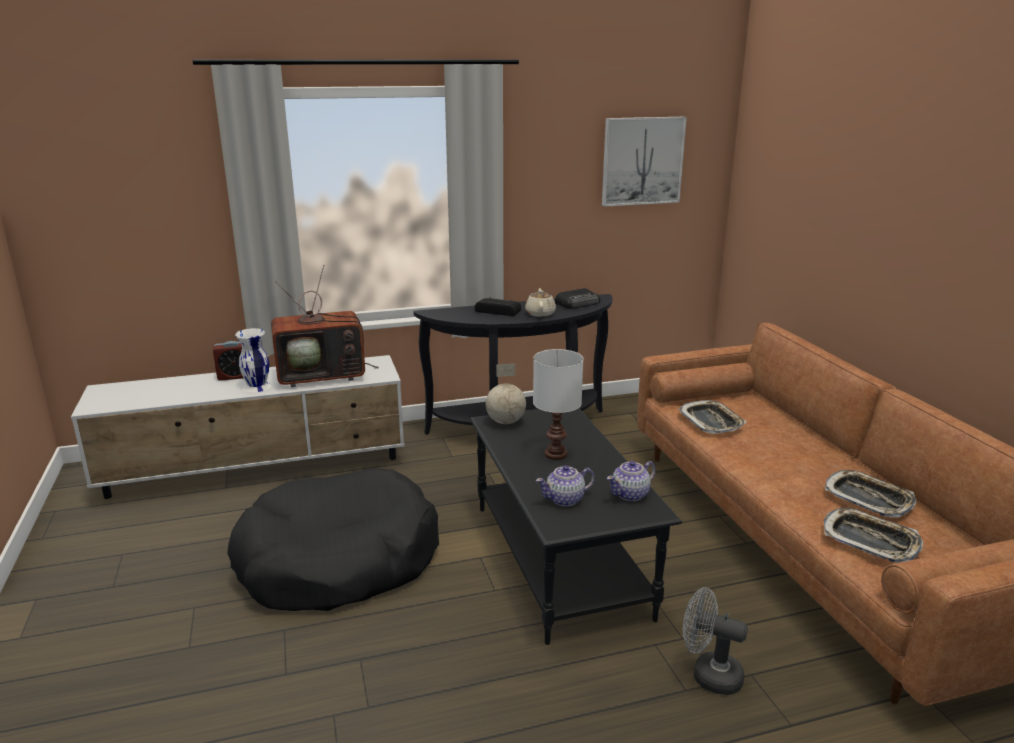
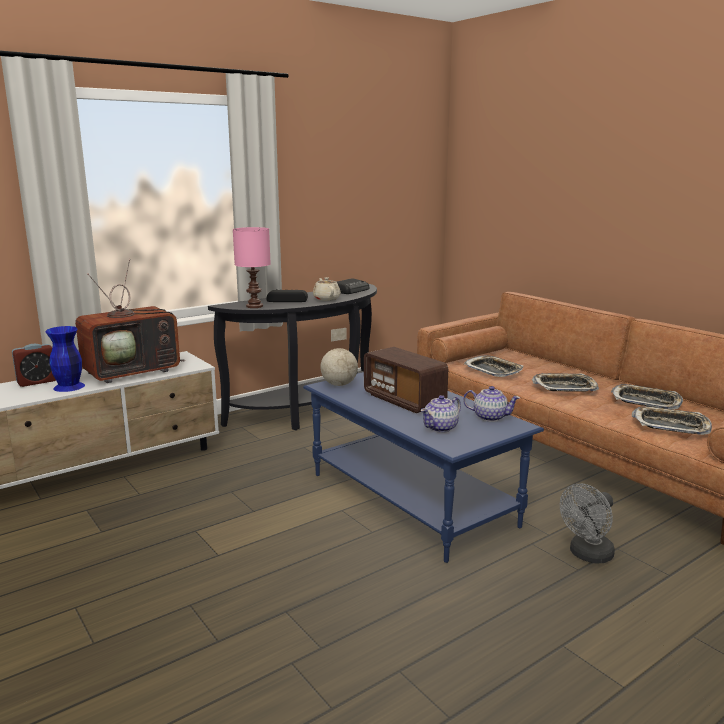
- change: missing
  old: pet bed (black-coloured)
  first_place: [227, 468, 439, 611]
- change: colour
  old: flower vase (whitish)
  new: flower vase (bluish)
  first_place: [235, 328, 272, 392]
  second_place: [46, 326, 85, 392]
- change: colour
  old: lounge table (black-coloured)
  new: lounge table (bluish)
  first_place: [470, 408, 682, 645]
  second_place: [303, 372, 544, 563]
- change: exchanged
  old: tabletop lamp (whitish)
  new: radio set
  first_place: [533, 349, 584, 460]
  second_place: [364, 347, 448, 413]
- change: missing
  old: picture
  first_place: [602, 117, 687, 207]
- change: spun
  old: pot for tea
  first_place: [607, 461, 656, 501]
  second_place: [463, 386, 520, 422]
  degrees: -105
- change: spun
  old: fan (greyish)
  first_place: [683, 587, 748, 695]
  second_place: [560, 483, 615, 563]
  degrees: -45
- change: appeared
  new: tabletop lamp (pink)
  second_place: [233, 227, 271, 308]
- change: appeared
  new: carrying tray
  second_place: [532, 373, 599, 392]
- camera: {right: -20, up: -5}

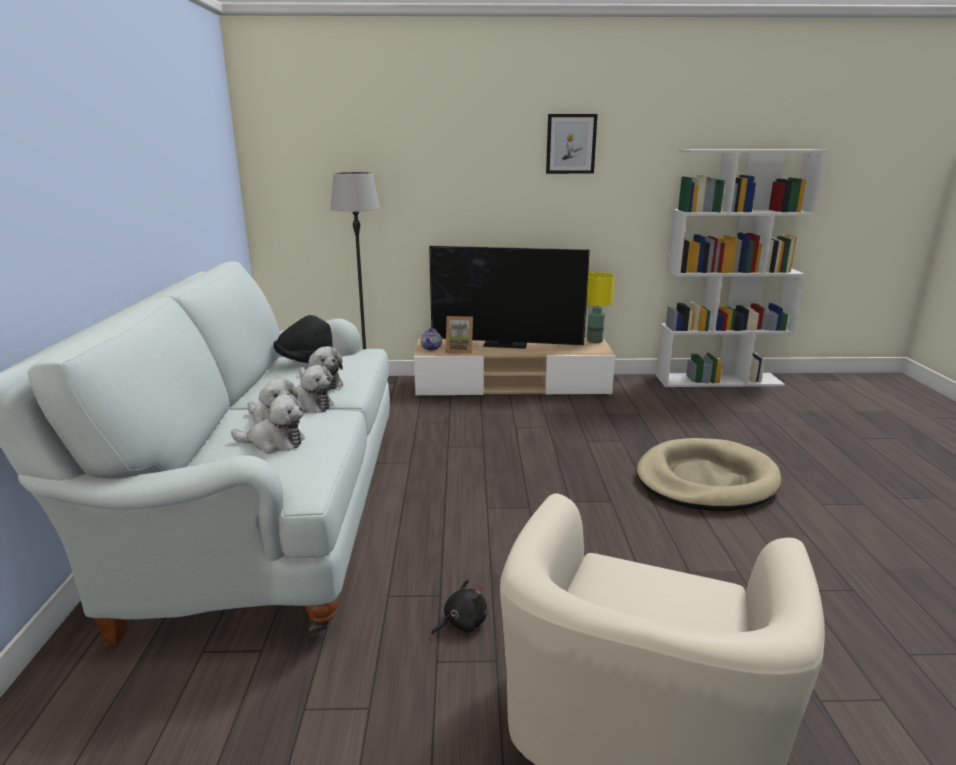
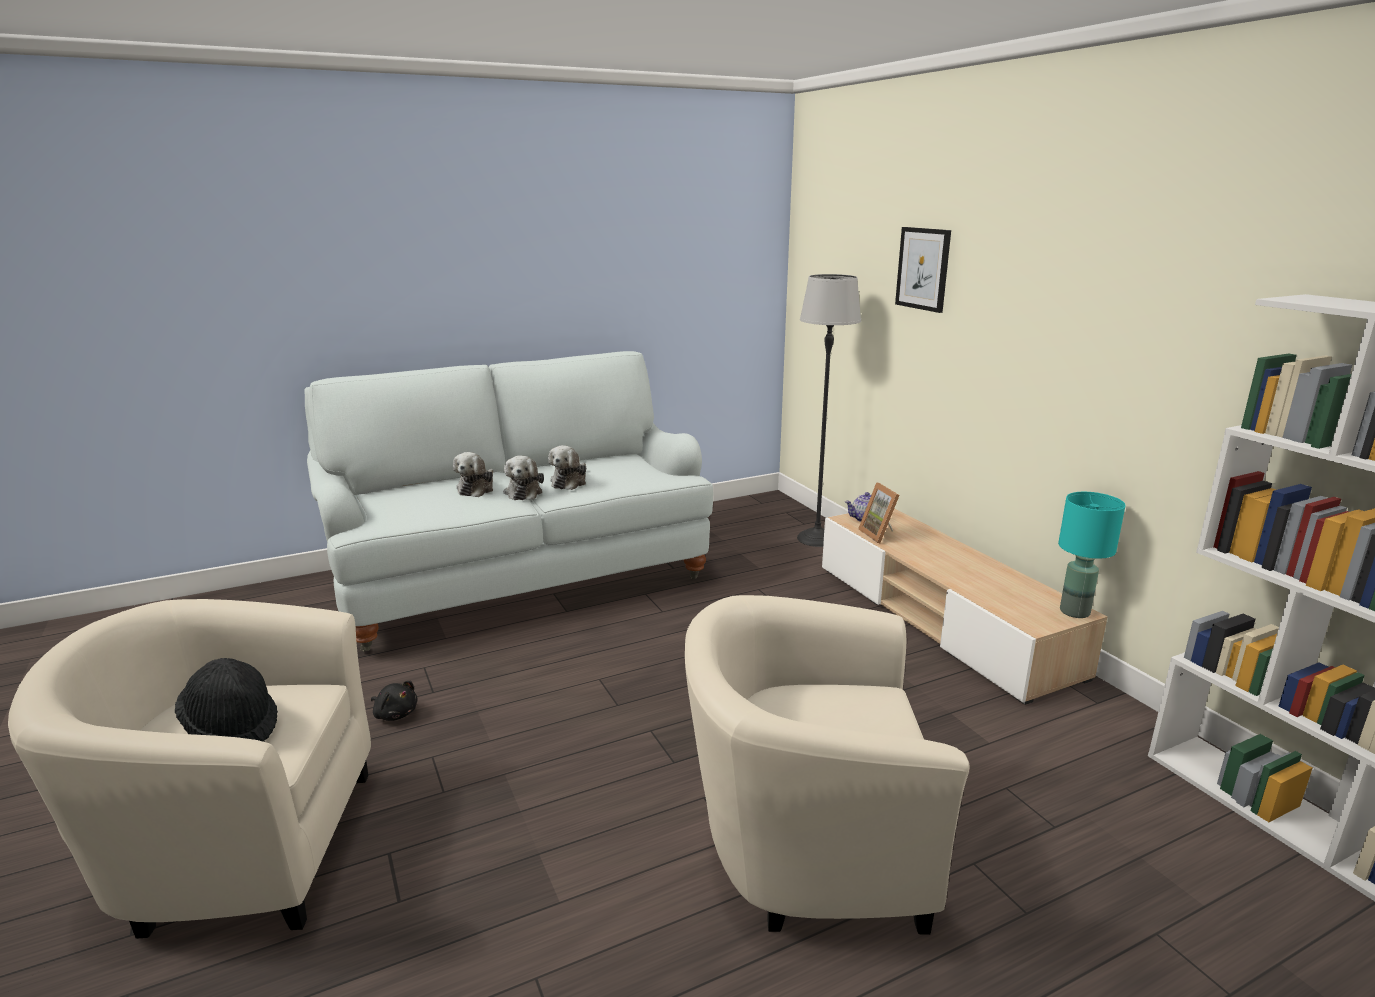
- change: missing
  old: soft toy
  first_place: [231, 394, 305, 454]
- change: relocated
  old: clothing hat (black-coloured)
  first_place: [274, 315, 333, 363]
  second_place: [175, 658, 278, 742]
- change: missing
  old: television
  first_place: [429, 246, 590, 349]
- change: relocated
  old: picture
  first_place: [546, 114, 598, 174]
  second_place: [895, 227, 951, 313]
- change: colour
  old: tabletop lamp (yellowish)
  new: tabletop lamp (turquoise-coloured)
  first_place: [586, 272, 614, 343]
  second_place: [1058, 492, 1125, 618]
- change: exchanged
  old: pet bed (beige-coloured)
  new: armchair (beige-coloured)
  first_place: [637, 438, 781, 511]
  second_place: [685, 595, 969, 935]
- camera: {right: 65, up: 0}

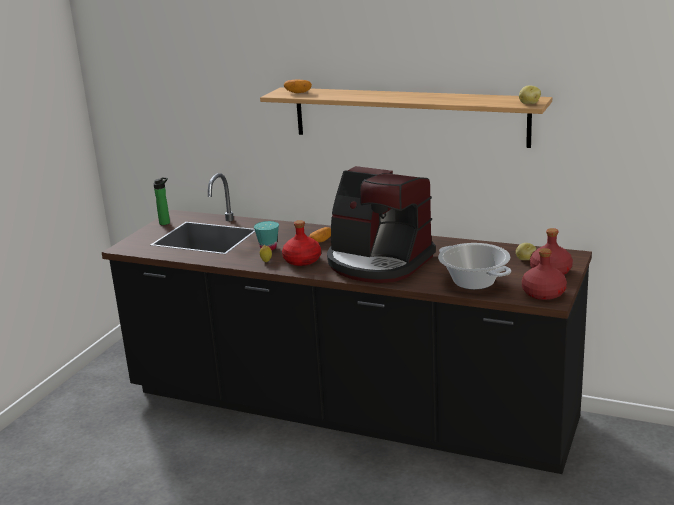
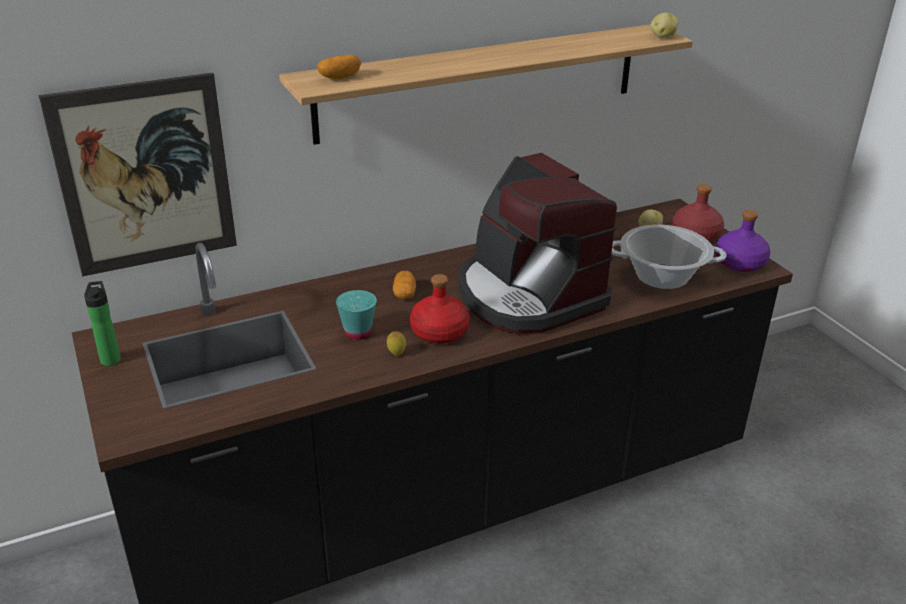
- change: spun
  old: coffee machine
  first_place: [327, 166, 436, 283]
  second_place: [458, 153, 617, 334]
  degrees: 75
- change: colour
  old: bottle (reddish)
  new: bottle (purplish)
  first_place: [522, 248, 567, 300]
  second_place: [715, 210, 771, 272]
- change: appeared
  new: picture
  second_place: [38, 72, 237, 276]
- camera: {right: -50, up: 10}

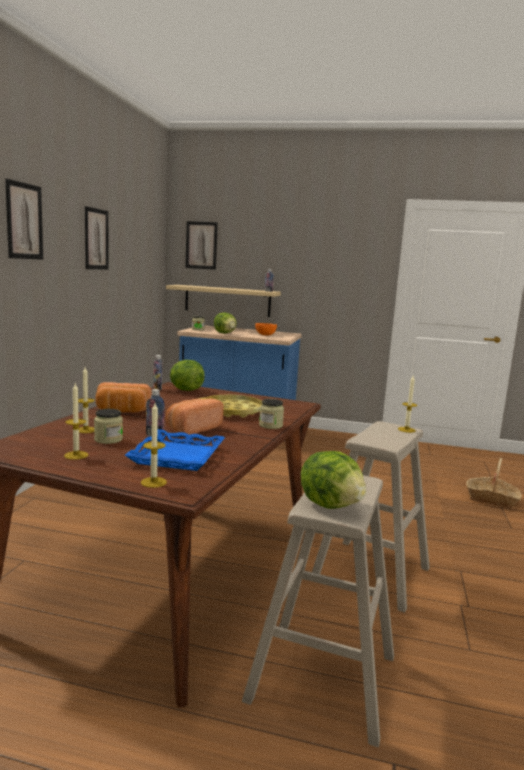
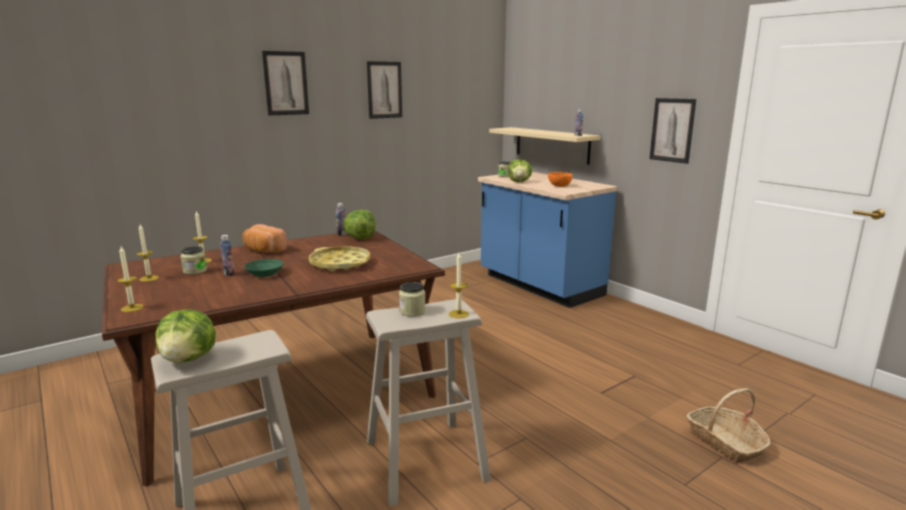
- change: missing
  old: carrying tray (bluish)
  first_place: [125, 429, 225, 471]
- change: exchanged
  old: baked bread
  new: deep dish (green)
  first_place: [166, 398, 224, 435]
  second_place: [244, 259, 284, 277]
- change: relocated
  old: picture
  first_place: [185, 221, 218, 270]
  second_place: [649, 98, 696, 164]
- change: relocated
  old: jar
  first_place: [259, 399, 284, 429]
  second_place: [399, 282, 426, 316]
- camera: {right: 40, up: 5}

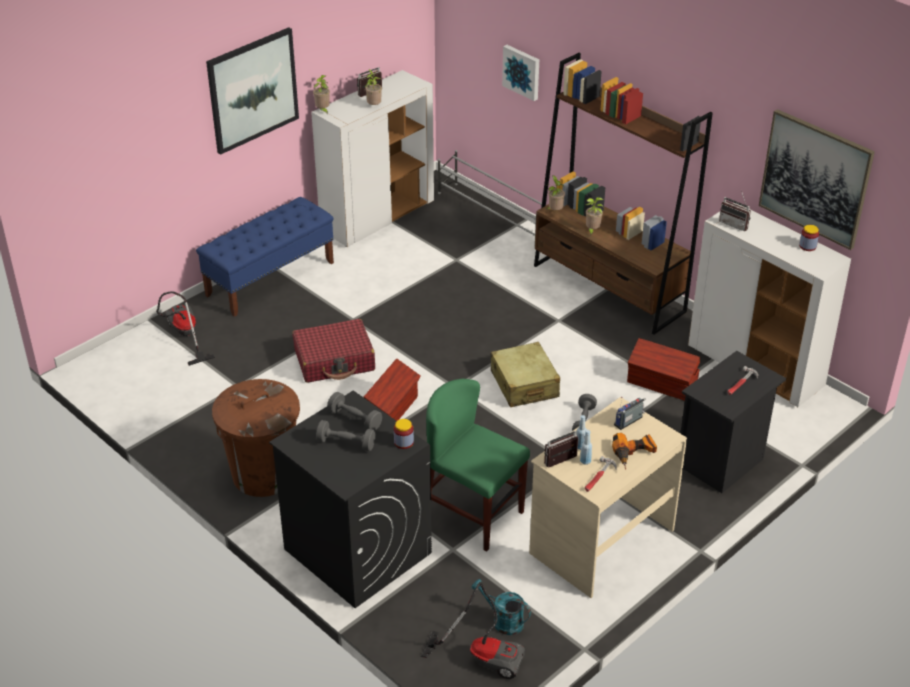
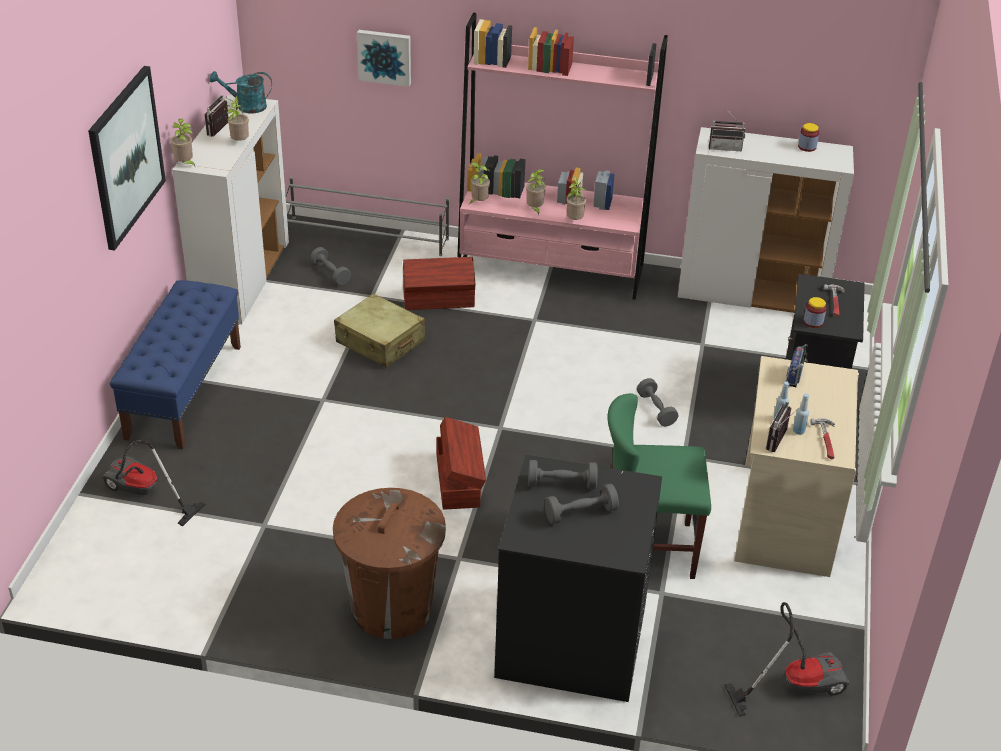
- change: missing
  old: suitcase (reddish)
  first_place: [292, 319, 375, 383]
- change: relocated
  old: jar
  first_place: [394, 419, 414, 449]
  second_place: [804, 297, 827, 328]
- change: relocated
  old: sprinkling can (turquoise-coloured)
  first_place: [471, 579, 531, 635]
  second_place: [209, 71, 272, 113]
- change: relocated
  old: suitcase (beige-coloured)
  first_place: [491, 342, 560, 407]
  second_place: [334, 293, 425, 368]
- change: colour
  old: shelving unit (brown-coloured)
  new: shelving unit (pink)
  first_place: [534, 53, 713, 335]
  second_place: [457, 13, 668, 300]
- change: missing
  old: power drill
  first_place: [612, 433, 657, 470]
- change: relocated
  old: storage bin (brown-coloured)
  first_place: [627, 338, 700, 401]
  second_place: [403, 257, 475, 310]
- change: missing
  old: picture
  first_place: [759, 109, 875, 250]
- change: appeared
  new: free weight (greyish)
  second_place: [310, 247, 351, 286]
- change: appeared
  new: houseplant
  second_place: [566, 177, 586, 220]
- camera: {right: -35, up: 0}

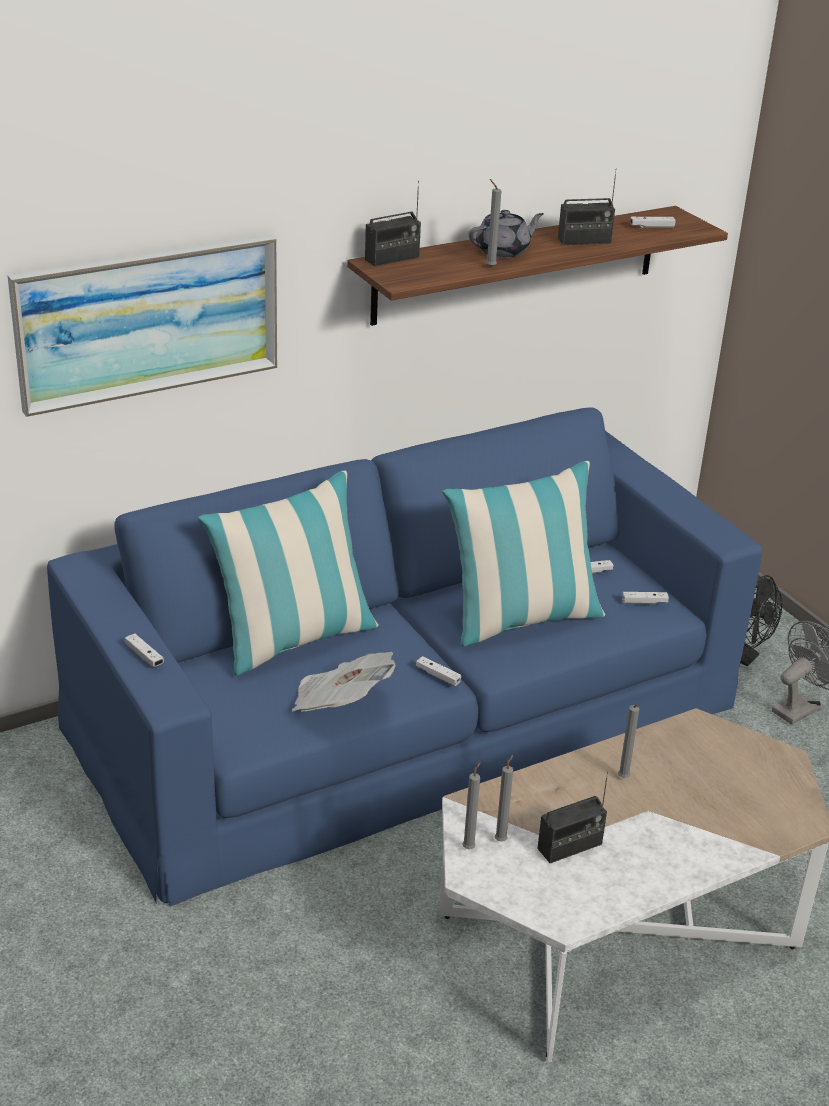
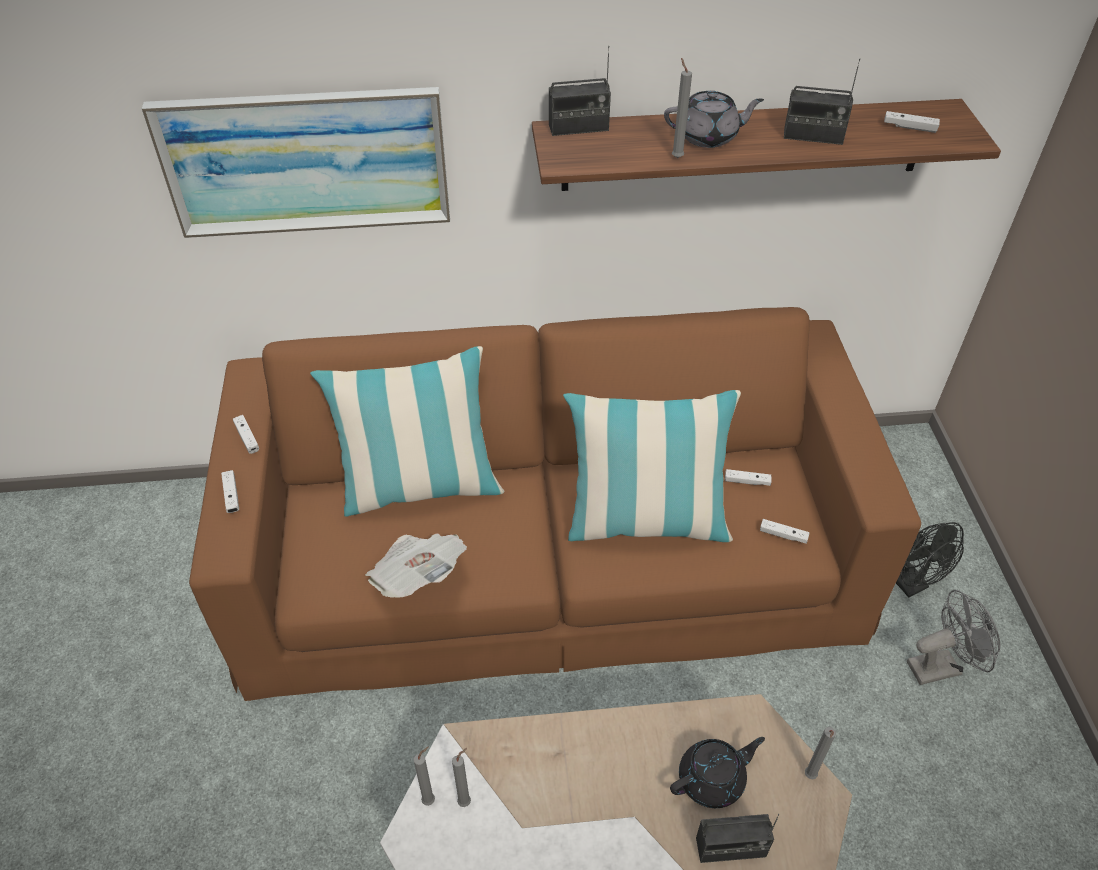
- change: colour
  old: settee (bluish)
  new: settee (brown-coloured)
  first_place: [47, 407, 762, 907]
  second_place: [189, 307, 921, 701]
- change: relocated
  old: game controller (whitish)
  first_place: [416, 656, 461, 686]
  second_place: [233, 415, 259, 454]
- change: relocated
  old: radio set
  first_place: [537, 772, 608, 863]
  second_place: [696, 814, 779, 863]
- change: relocated
  old: wax light (greyish)
  first_place: [618, 705, 639, 778]
  second_place: [805, 727, 836, 779]
- change: appeared
  new: pot for tea (black-coloured)
  second_place: [670, 737, 765, 808]
- camera: {right: 25, up: 15}

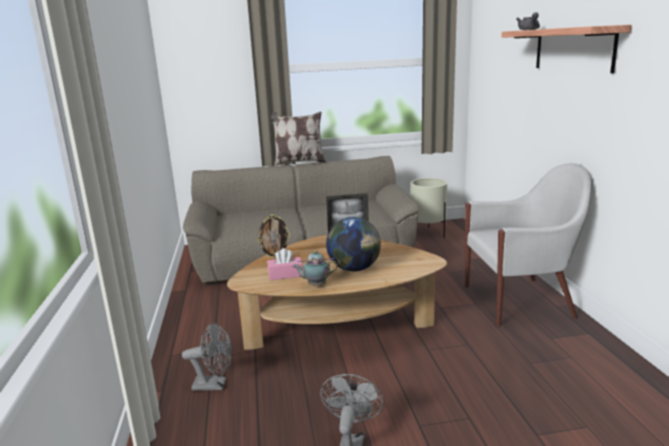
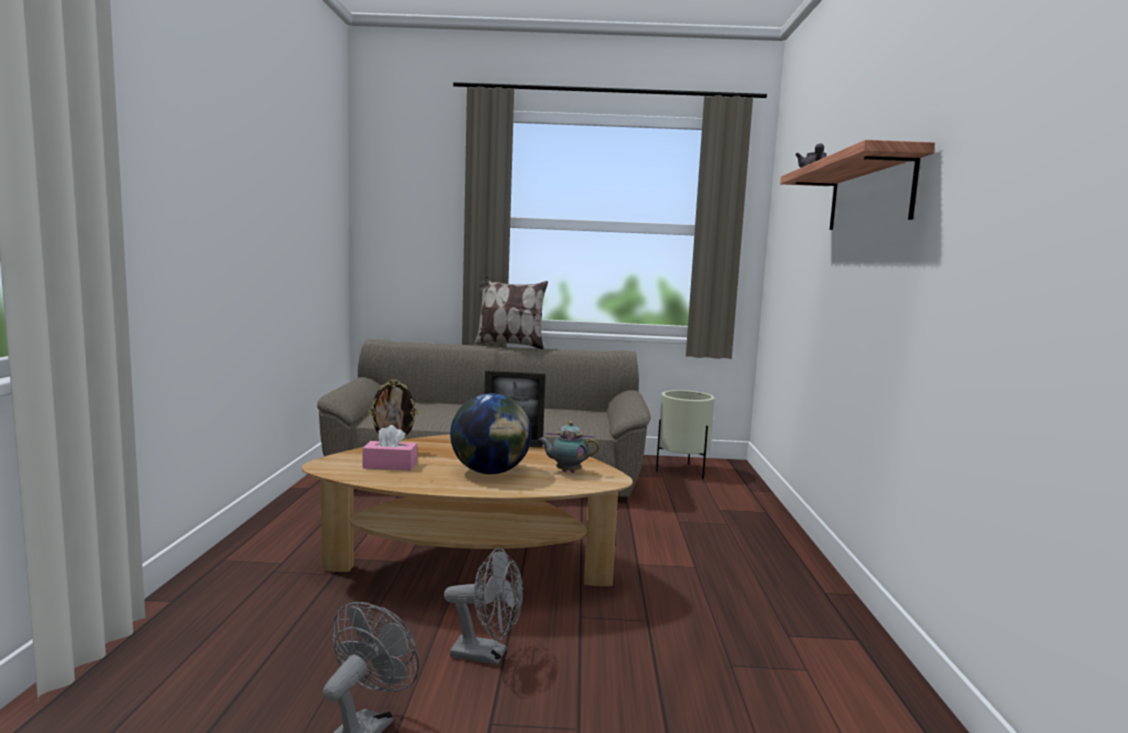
- change: relocated
  old: fan (greyish)
  first_place: [182, 322, 232, 391]
  second_place: [444, 548, 523, 665]
- change: relocated
  old: pot for tea
  first_place: [292, 250, 338, 286]
  second_place: [538, 421, 600, 473]
- change: missing
  old: armchair (whitish)
  first_place: [465, 163, 592, 327]
- camera: {right: 10, up: -10}

